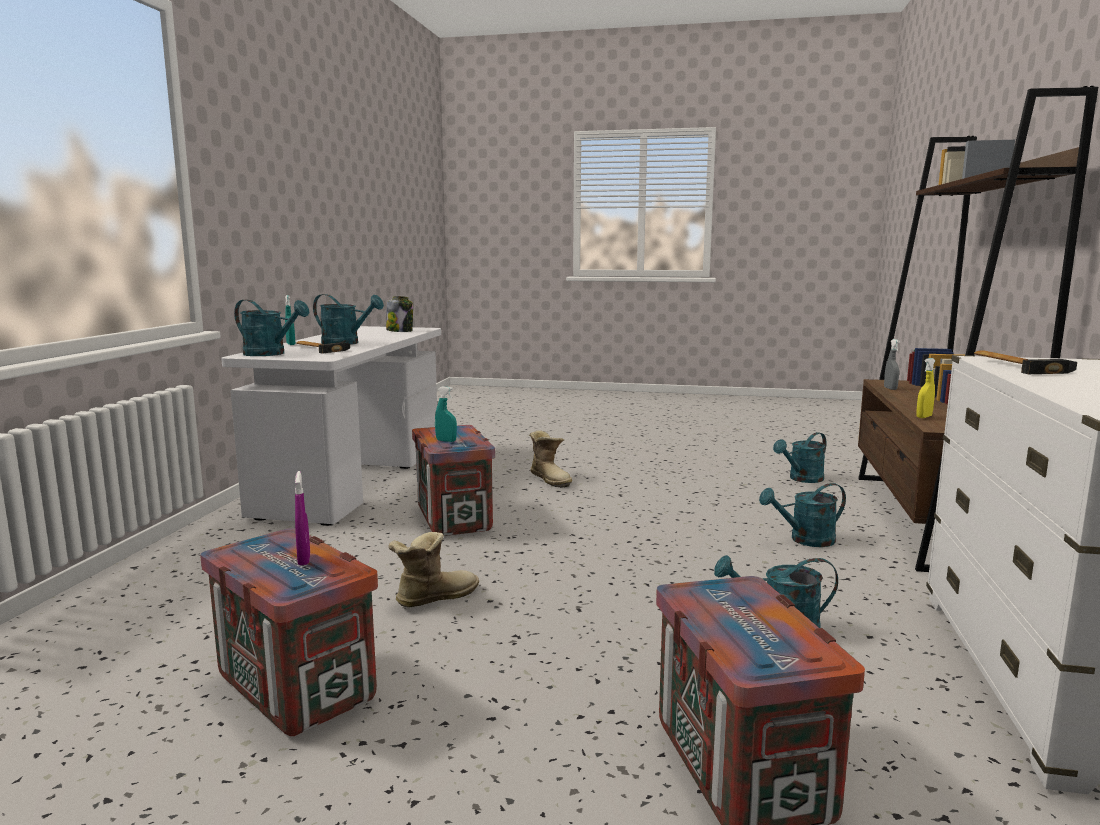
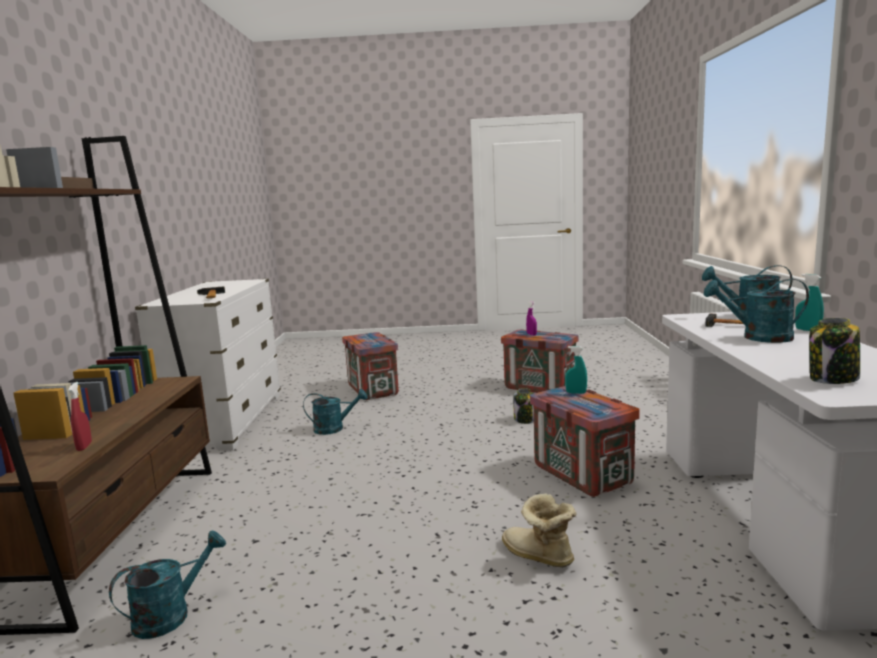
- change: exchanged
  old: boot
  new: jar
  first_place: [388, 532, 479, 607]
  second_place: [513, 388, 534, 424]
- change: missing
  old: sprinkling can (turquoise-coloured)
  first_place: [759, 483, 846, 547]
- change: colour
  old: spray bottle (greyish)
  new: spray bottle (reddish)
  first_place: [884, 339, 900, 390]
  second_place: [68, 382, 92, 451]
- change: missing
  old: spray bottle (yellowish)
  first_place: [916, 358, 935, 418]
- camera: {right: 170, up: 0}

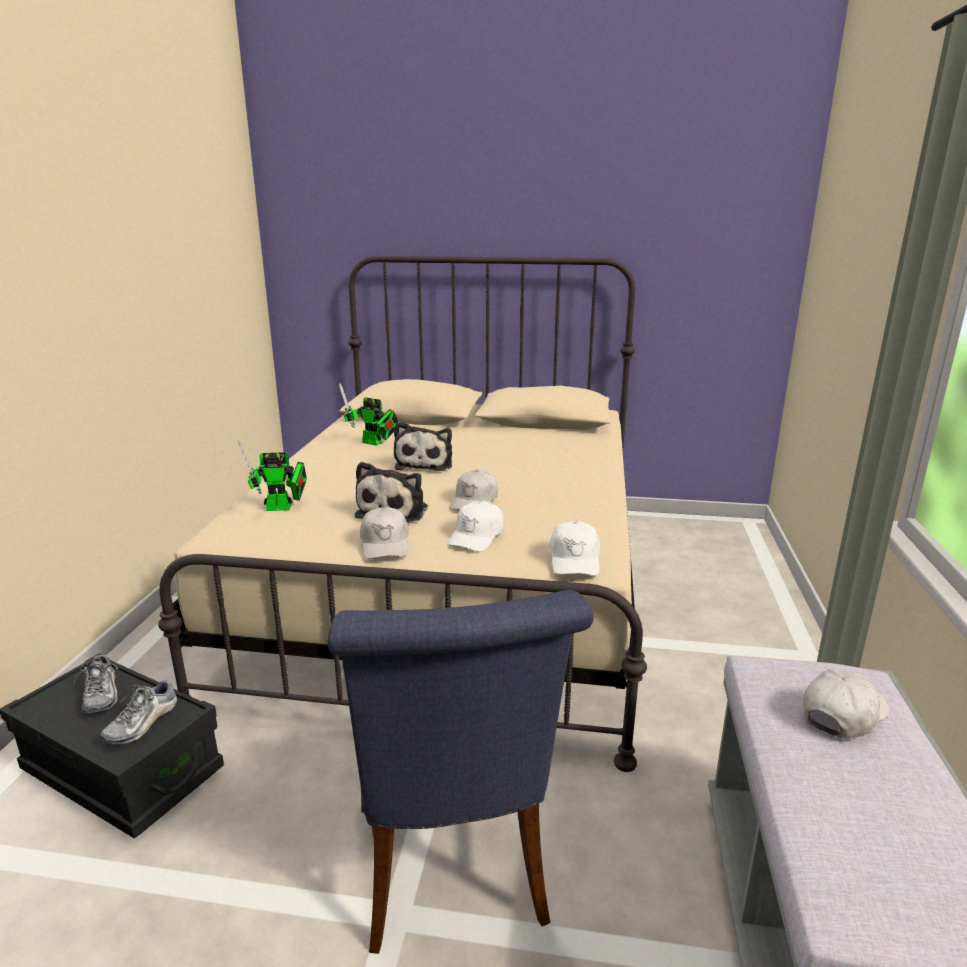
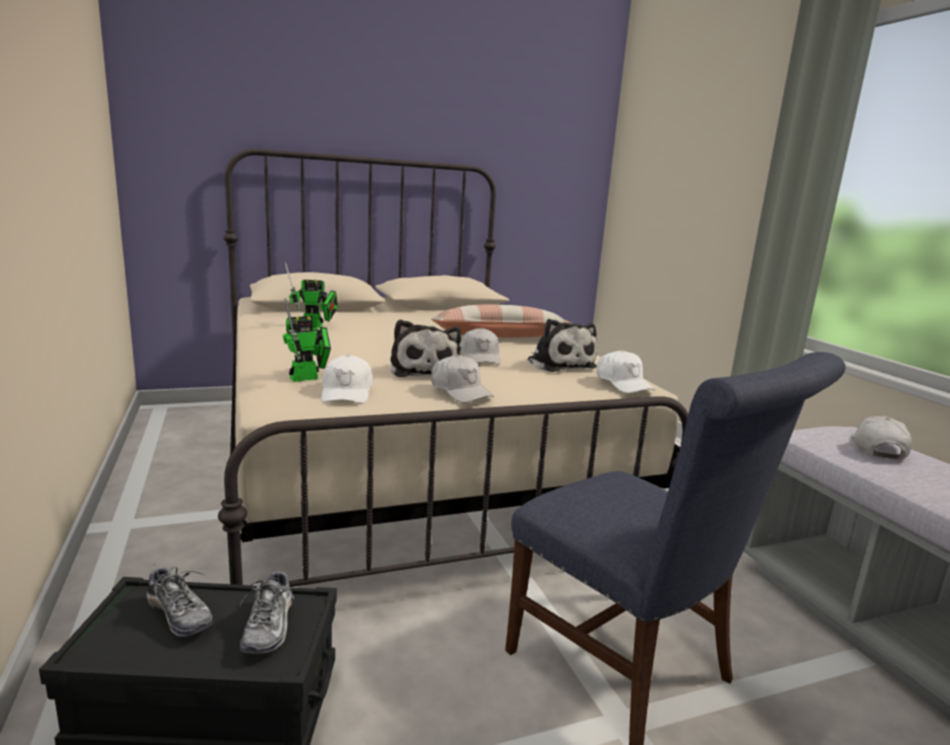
- change: relocated
  old: soft toy
  first_place: [394, 422, 452, 471]
  second_place: [527, 319, 597, 372]
- change: relocated
  old: peaked cap (whitish)
  first_place: [447, 501, 504, 552]
  second_place: [321, 355, 373, 403]
- change: appeared
  new: pillow
  second_place: [431, 304, 573, 337]
- camera: {right: -30, up: -5}

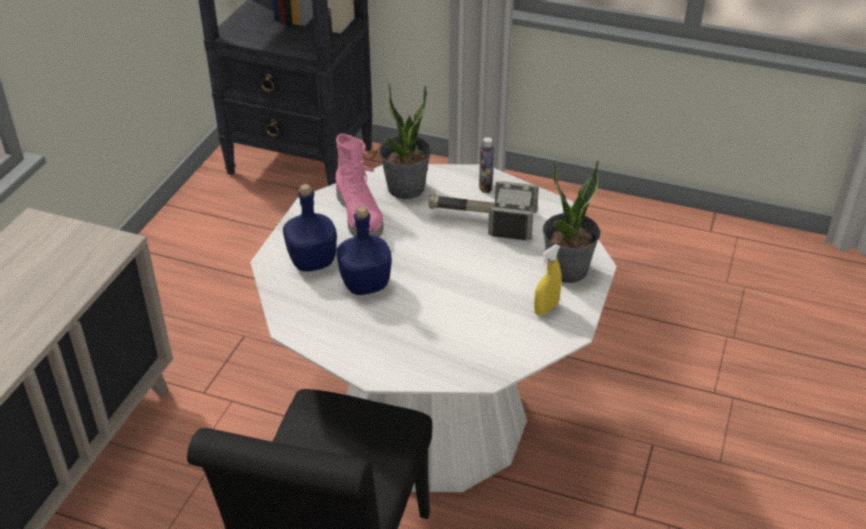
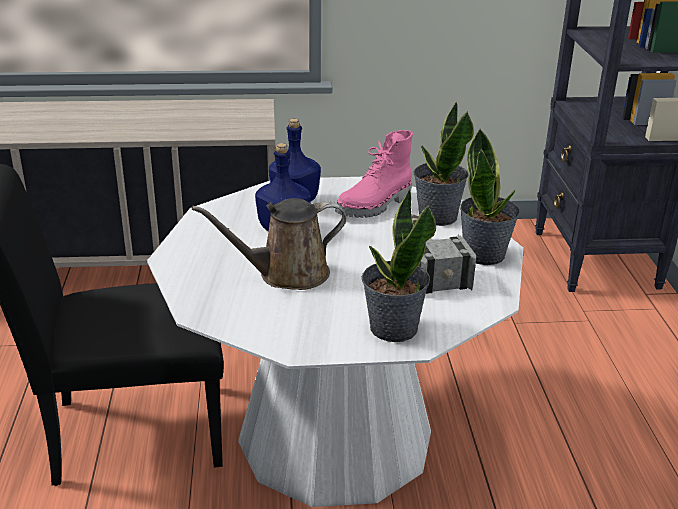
- change: exchanged
  old: bottle
  new: houseplant
  first_place: [479, 137, 494, 193]
  second_place: [460, 129, 520, 265]
- change: missing
  old: spray bottle (yellowish)
  first_place: [534, 245, 562, 316]
- change: appeared
  new: sprinkling can (brown-coloured)
  second_place: [192, 198, 346, 290]
- camera: {right: 65, up: -10}

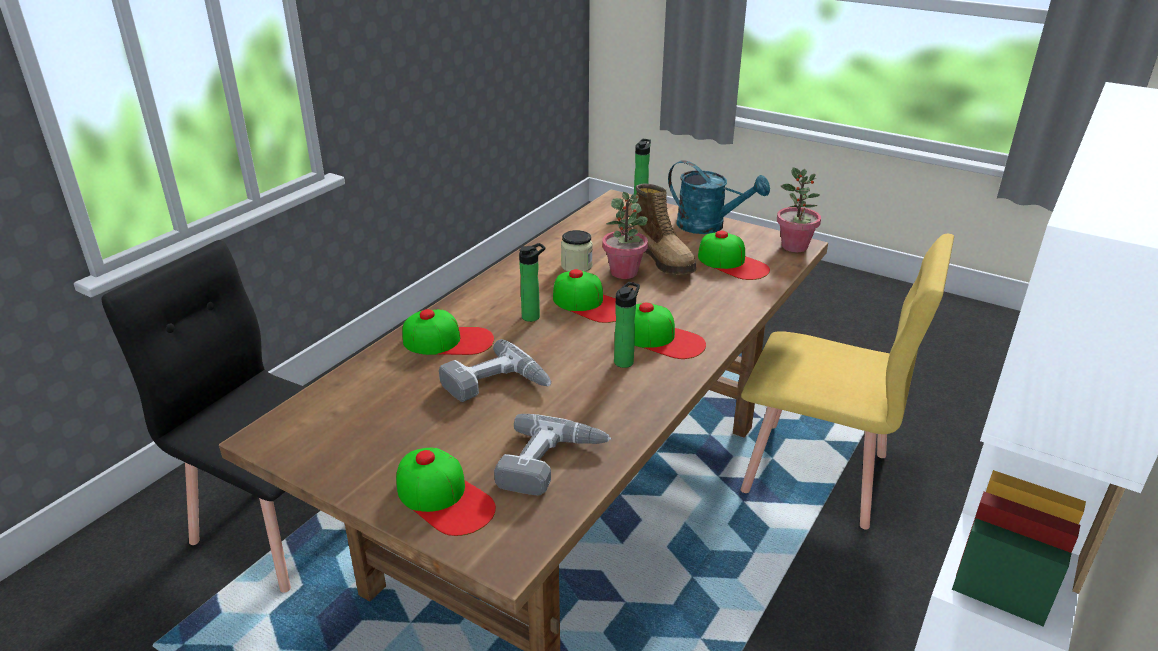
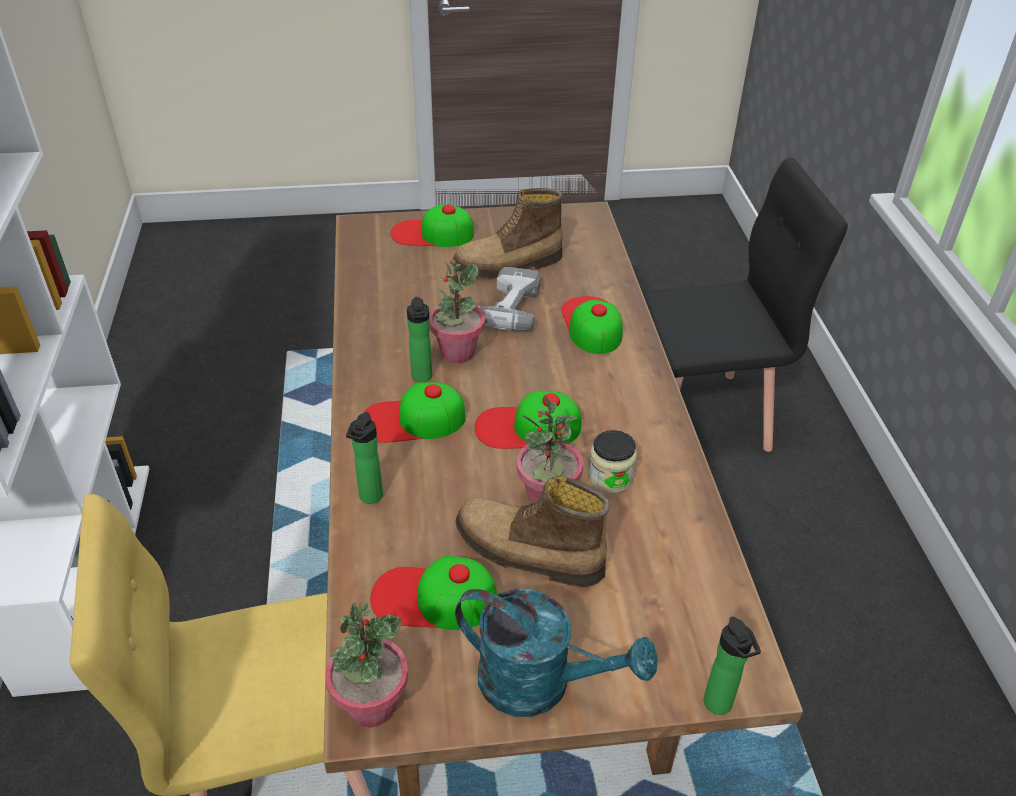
- change: spun
  old: peaked cap
  first_place: [402, 309, 494, 355]
  second_place: [562, 296, 623, 354]
  degrees: 120
- change: missing
  old: power drill
  first_place: [494, 414, 611, 496]
- change: relocated
  old: bottle
  first_place: [519, 243, 545, 322]
  second_place: [346, 412, 383, 504]
- change: spun
  old: sprinkling can (turquoise-coloured)
  first_place: [668, 160, 770, 234]
  second_place: [455, 589, 658, 717]
  degrees: -150
- change: appeared
  new: houseplant
  second_place: [429, 259, 485, 363]
- change: appeared
  new: boot
  second_place: [452, 188, 563, 278]
- camera: {right: 140, up: 10}

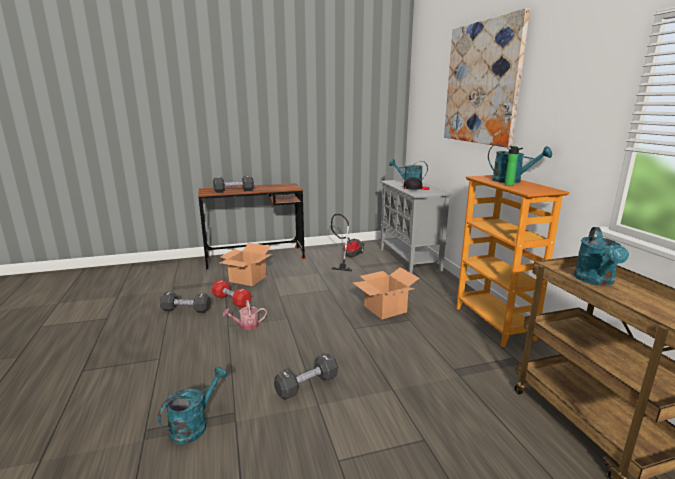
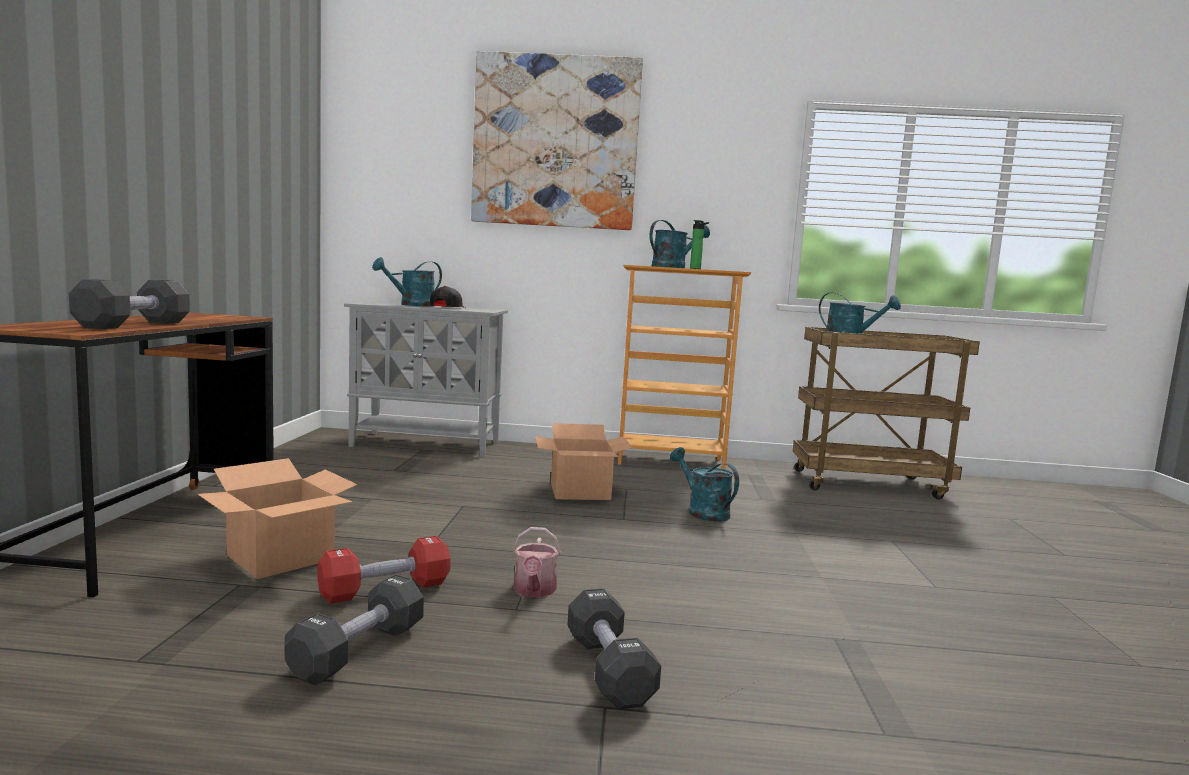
- change: relocated
  old: sprinkling can (turquoise-coloured)
  first_place: [158, 366, 227, 445]
  second_place: [670, 447, 739, 522]
- change: relocated
  old: free weight (black-coloured)
  first_place: [274, 353, 338, 400]
  second_place: [568, 589, 661, 709]
- change: missing
  old: vacuum
  first_place: [331, 214, 365, 272]
- camera: {right: -70, up: -10}

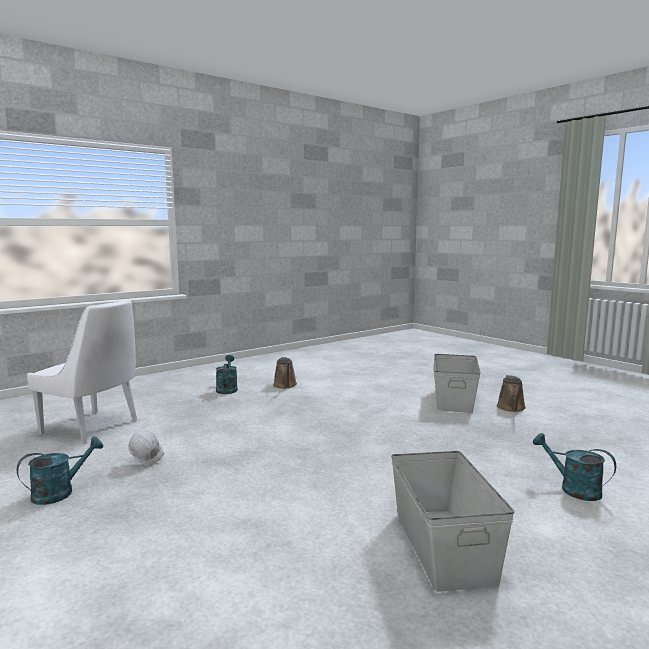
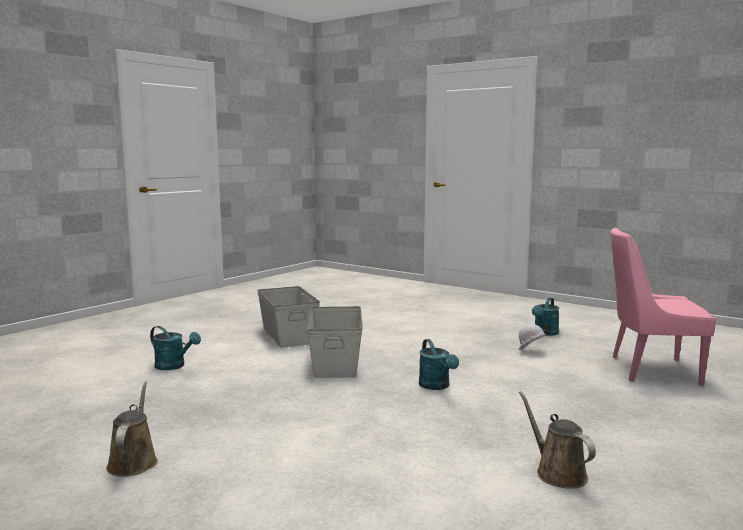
- change: colour
  old: plain chair (whitish)
  new: plain chair (pink)
  first_place: [27, 299, 137, 444]
  second_place: [611, 228, 716, 386]
- change: relocated
  old: sprinkling can (turquoise-coloured)
  first_place: [216, 355, 238, 394]
  second_place: [419, 339, 459, 390]
- change: relocated
  old: storage bin (greyish)
  first_place: [433, 354, 481, 413]
  second_place: [306, 306, 363, 378]
- camera: {right: 165, up: 0}

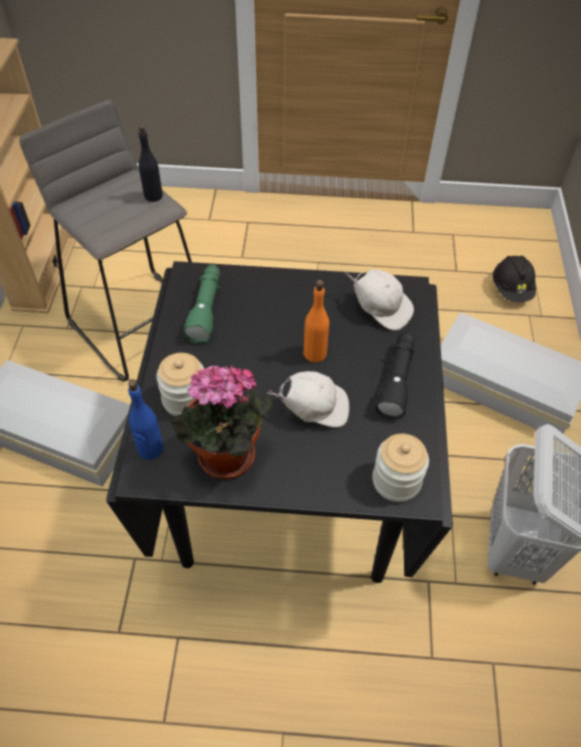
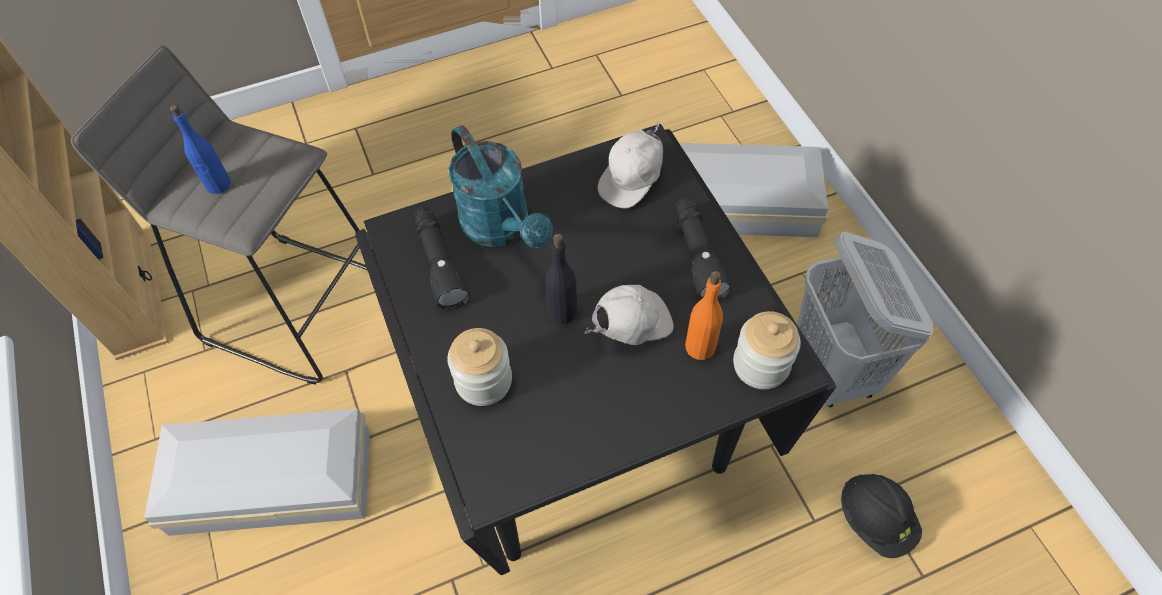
- change: relocated
  old: bottle (bluish)
  first_place: [128, 380, 164, 460]
  second_place: [170, 104, 231, 194]
- change: relocated
  old: bottle (black-coloured)
  first_place: [139, 125, 163, 202]
  second_place: [545, 234, 577, 325]
- change: missing
  old: houseplant
  first_place: [170, 365, 272, 480]
- change: colour
  old: flashlight (green)
  new: flashlight (black-coloured)
  first_place: [183, 265, 220, 343]
  second_place: [414, 207, 470, 310]
- change: relocated
  old: bottle (orange)
  first_place: [303, 280, 329, 362]
  second_place: [685, 271, 723, 360]
- change: spun
  old: peaked cap (whitish)
  first_place: [345, 269, 414, 331]
  second_place: [598, 122, 663, 209]
  degrees: 120
- change: relocated
  old: safety helmet (black-coloured)
  first_place: [493, 256, 536, 302]
  second_place: [841, 474, 922, 558]
- change: appeared
  new: sprinkling can (turquoise-coloured)
  second_place: [448, 125, 553, 248]
- camera: {right: -25, up: 5}

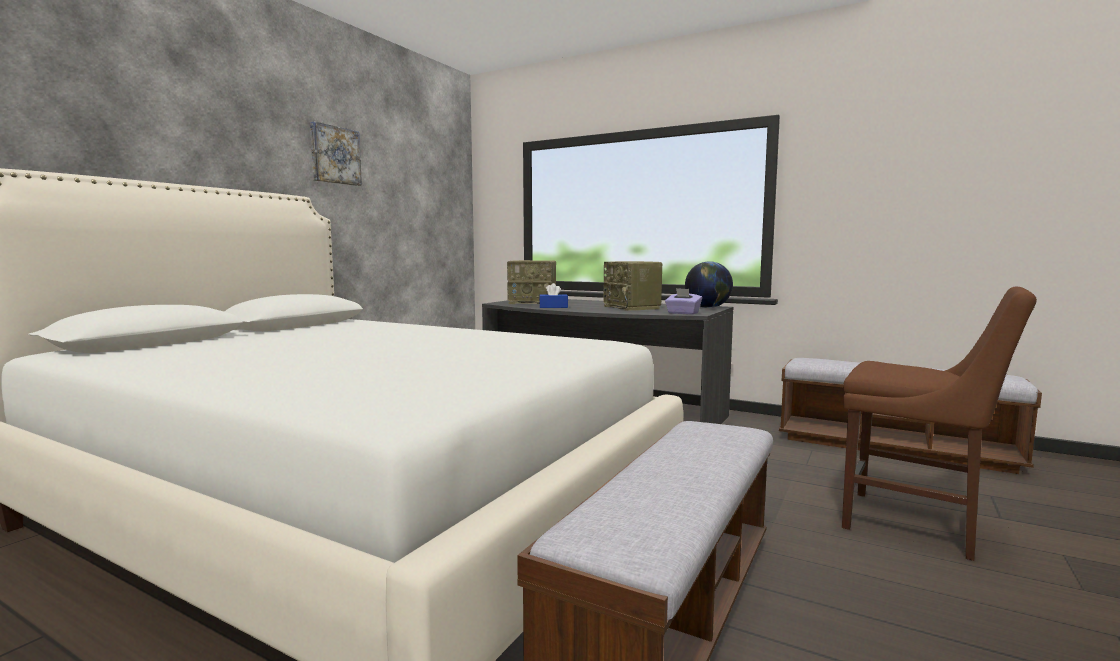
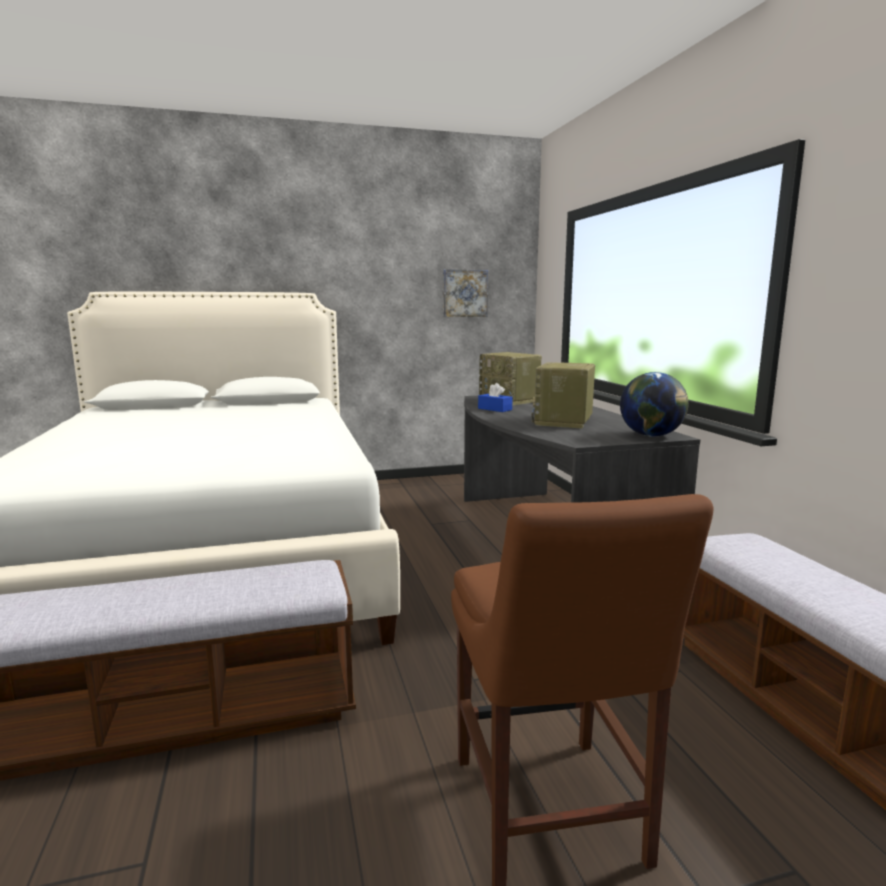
- change: relocated
  old: picture
  first_place: [310, 122, 362, 186]
  second_place: [443, 269, 488, 317]
- change: missing
  old: tissue holder (purplish)
  first_place: [665, 288, 702, 315]
- camera: {right: 45, up: 5}

